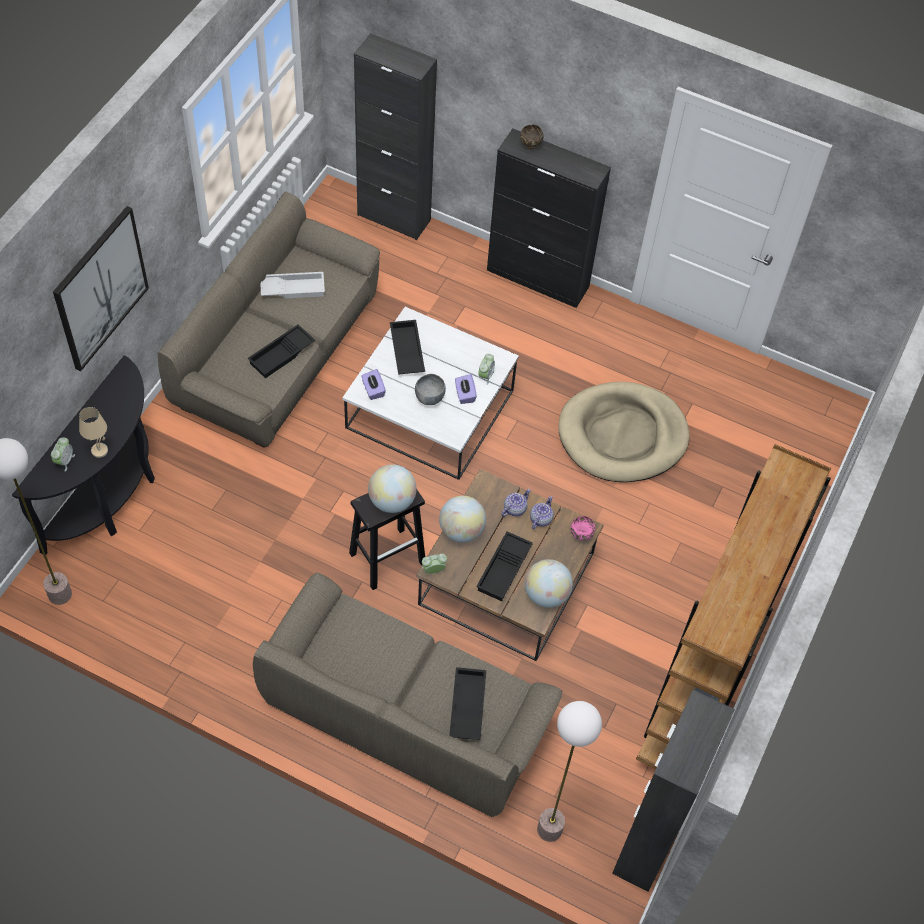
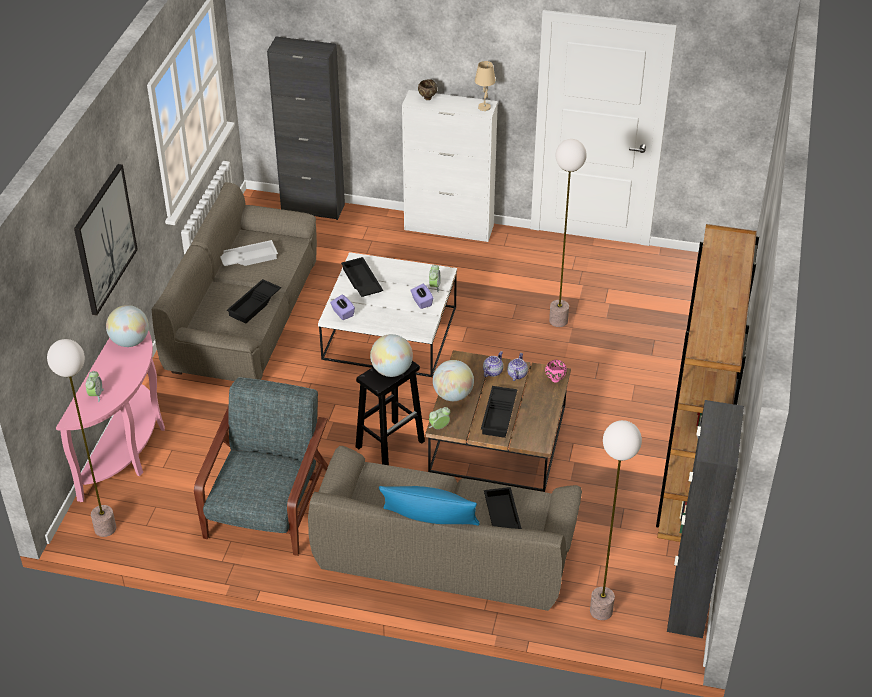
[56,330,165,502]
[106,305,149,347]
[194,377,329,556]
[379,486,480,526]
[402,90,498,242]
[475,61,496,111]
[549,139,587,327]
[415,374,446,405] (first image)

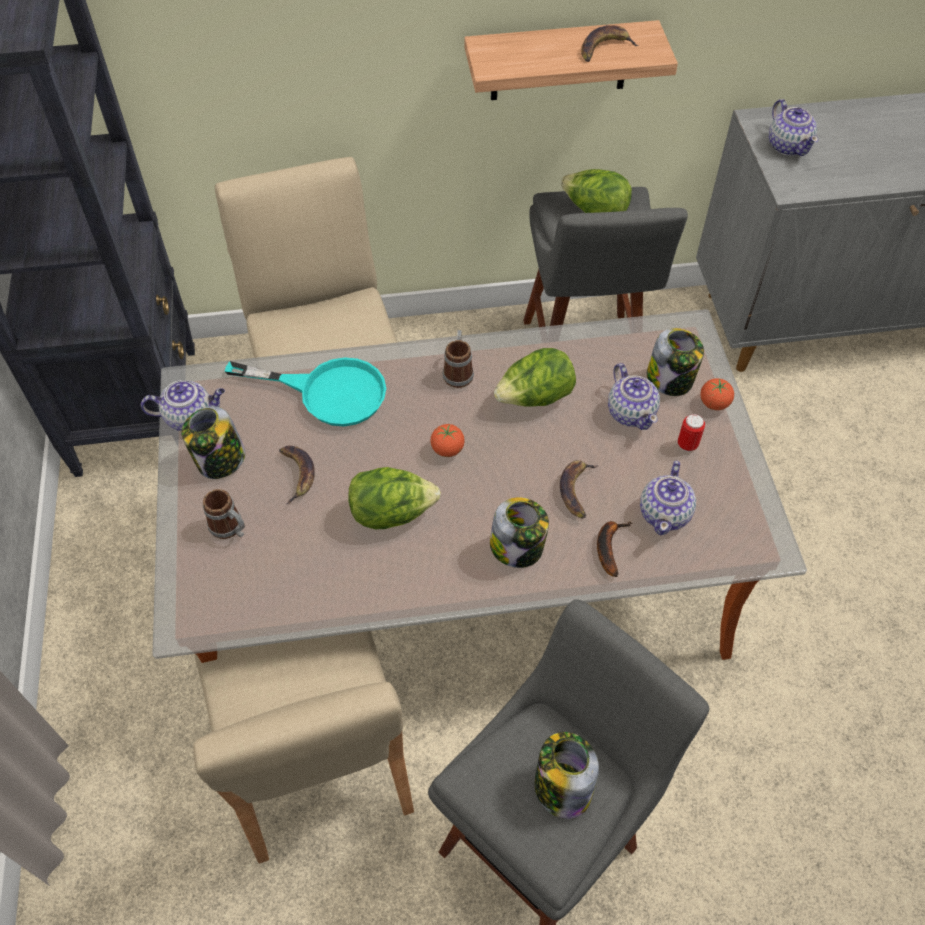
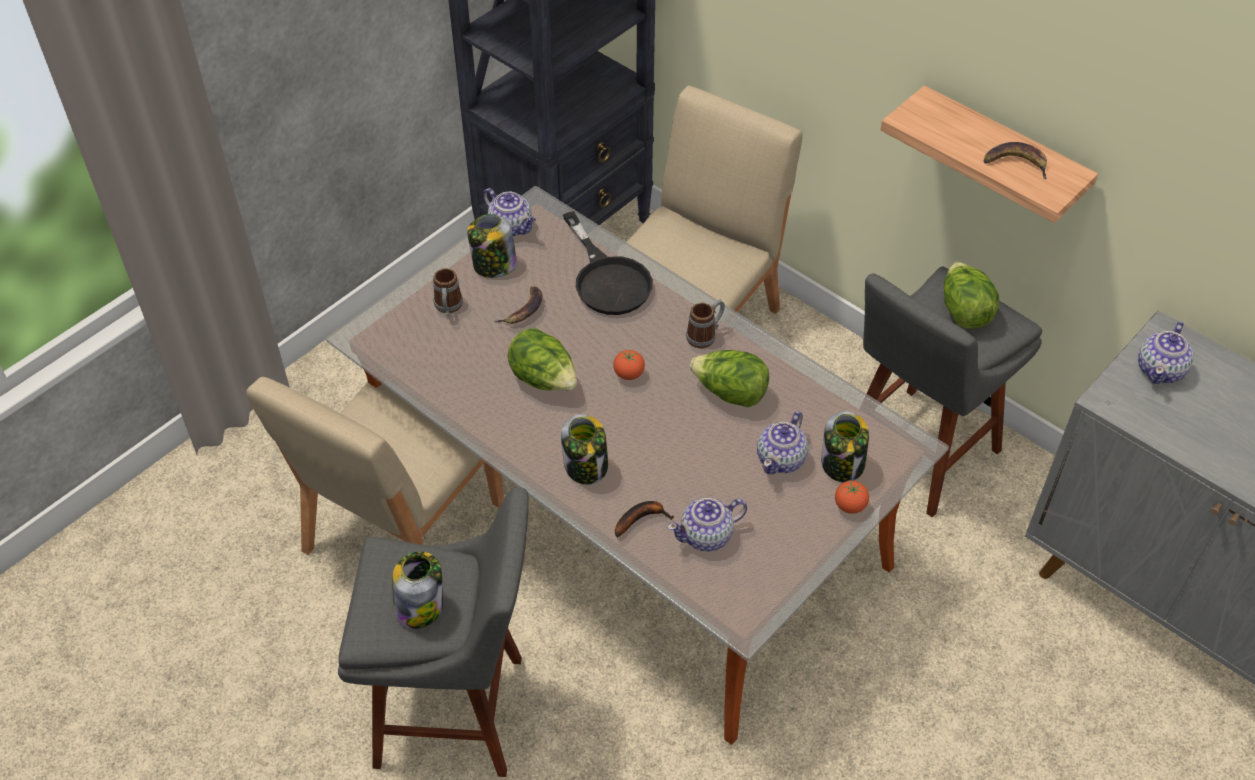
[563,211,653,315]
[560,460,598,519] (first image)
[678,414,705,452] (first image)

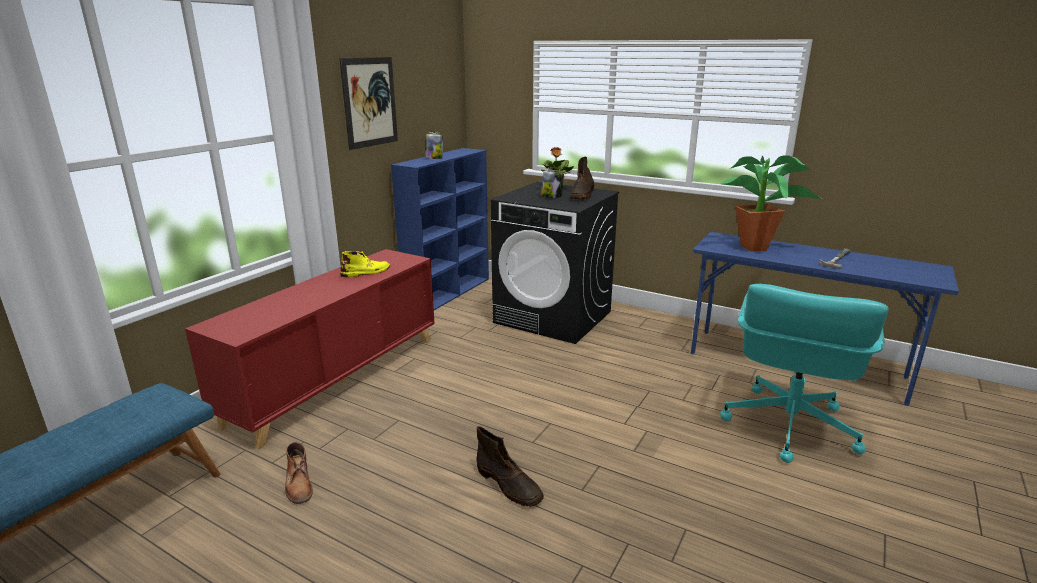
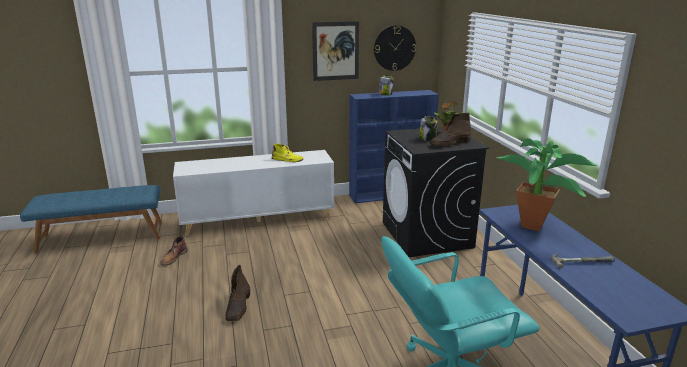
[173,150,334,236]
[374,25,416,71]

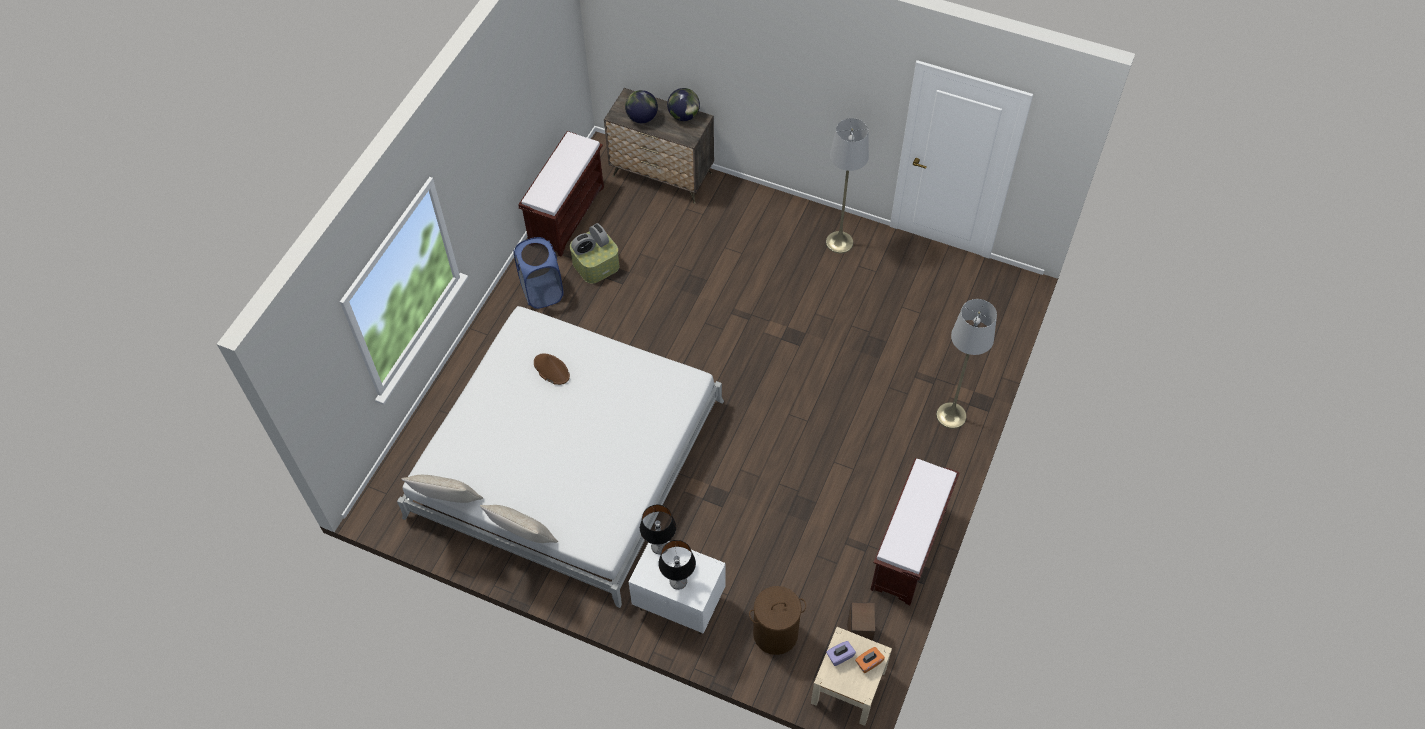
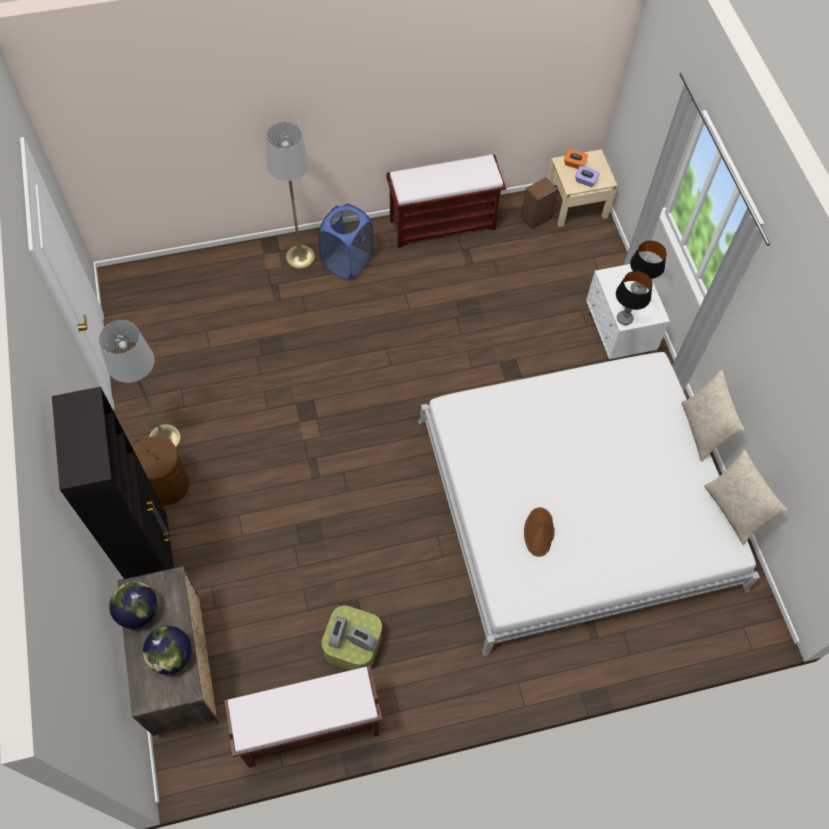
[52,387,174,579]
[132,436,189,506]
[318,204,373,280]

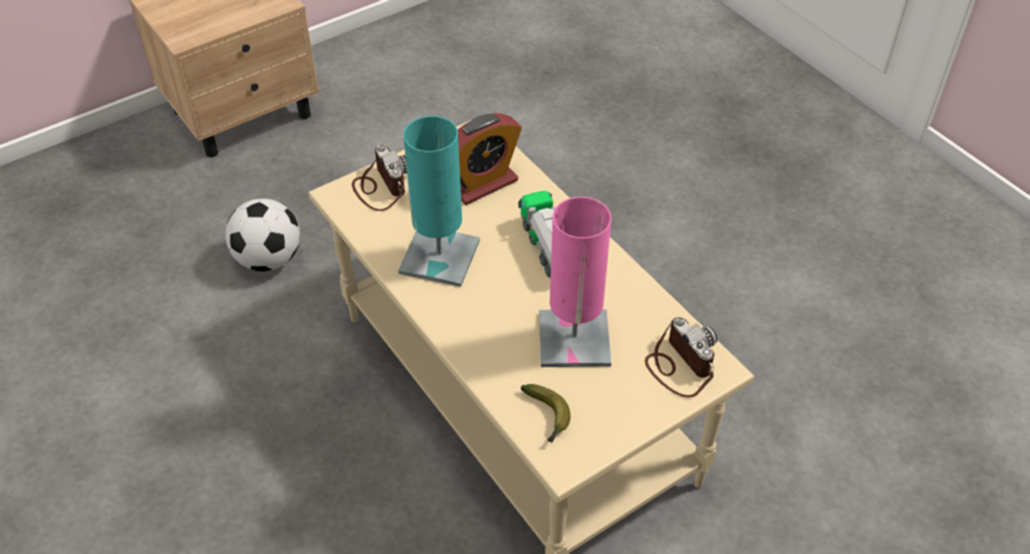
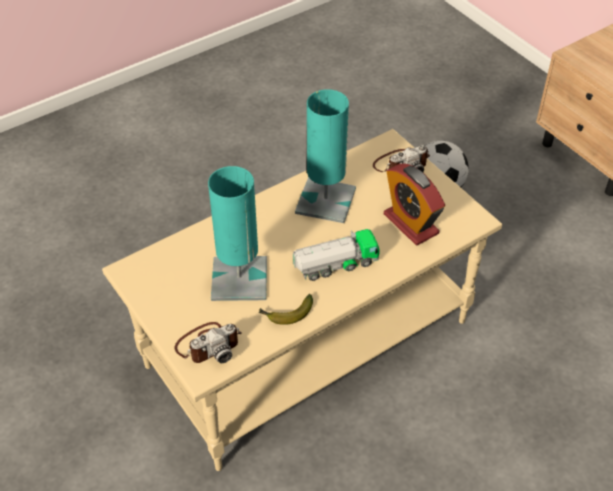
[208,166,267,301]
[259,294,313,325]

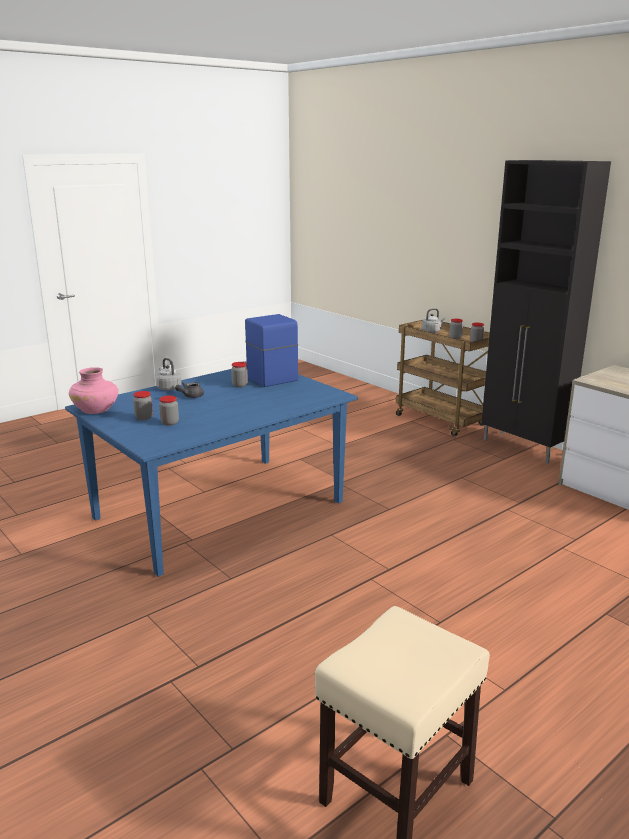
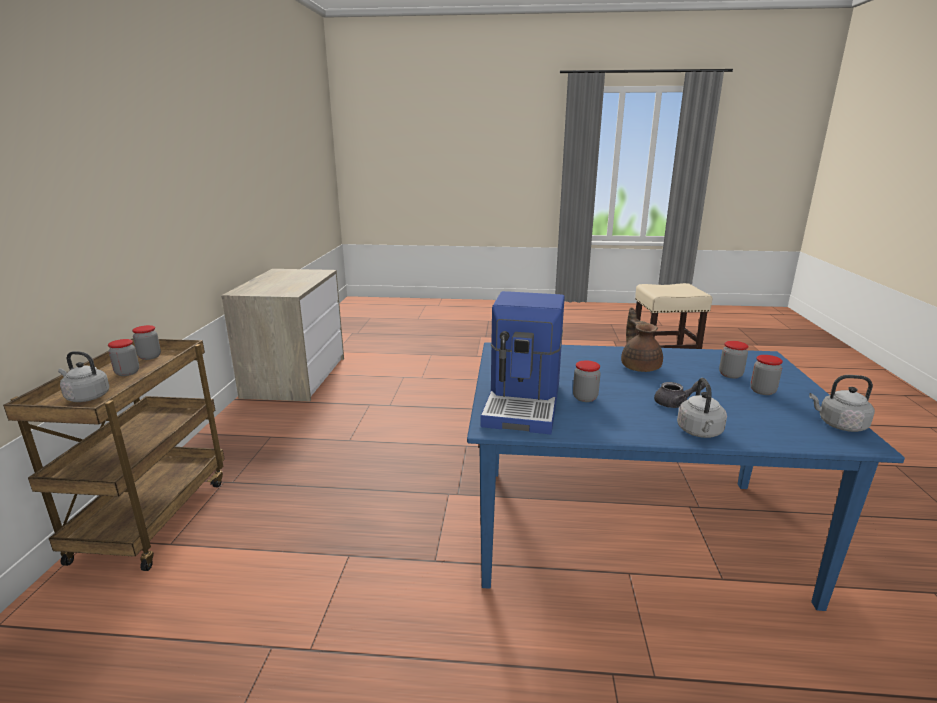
[621,308,663,372]
[809,375,875,432]
[481,160,611,464] (first image)

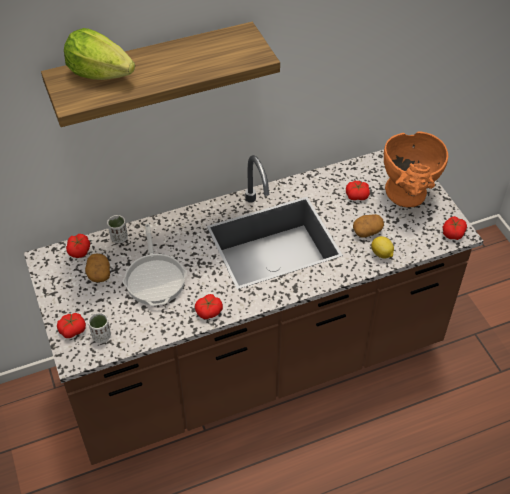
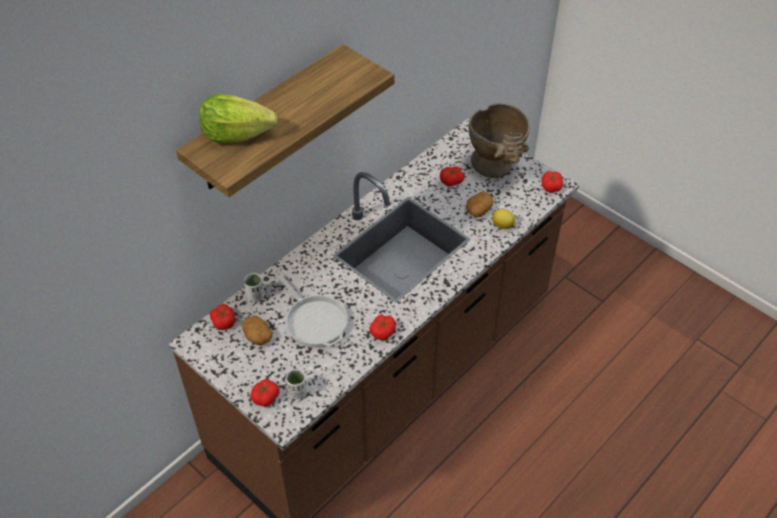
[468,103,530,178]

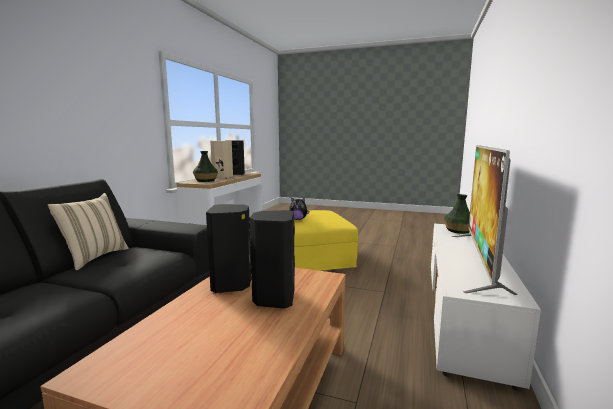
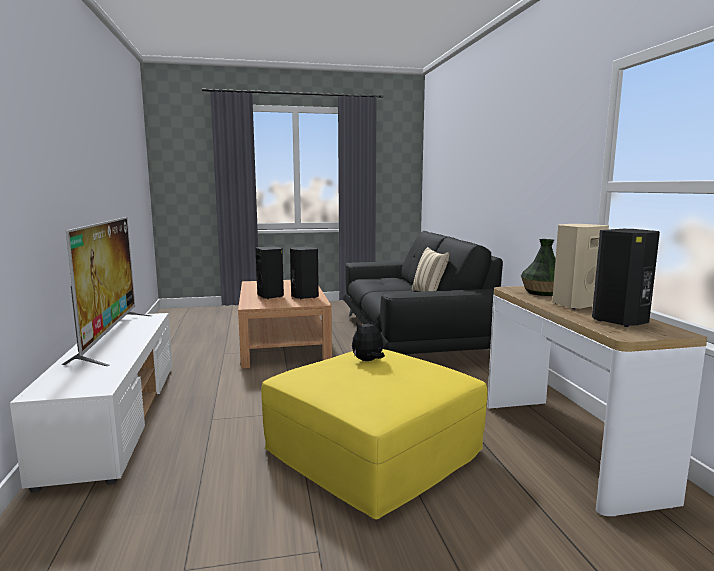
[444,194,470,234] (first image)

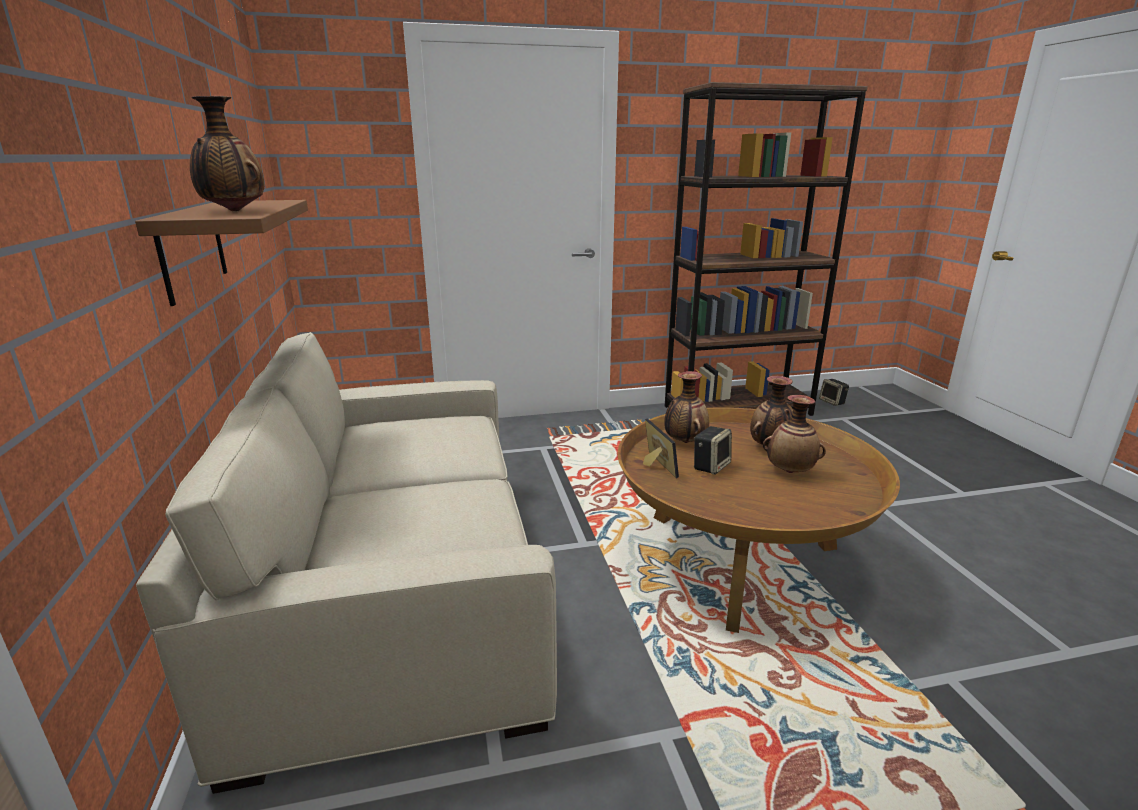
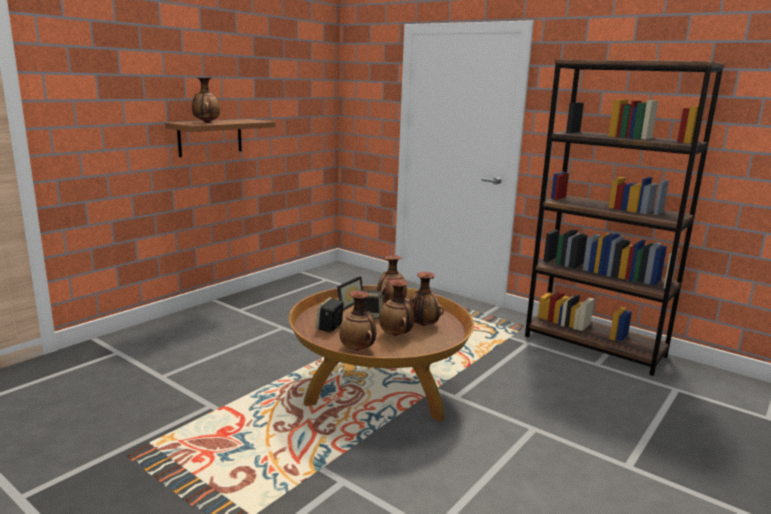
[316,297,344,333]
[340,291,376,351]
[136,332,557,794] (first image)

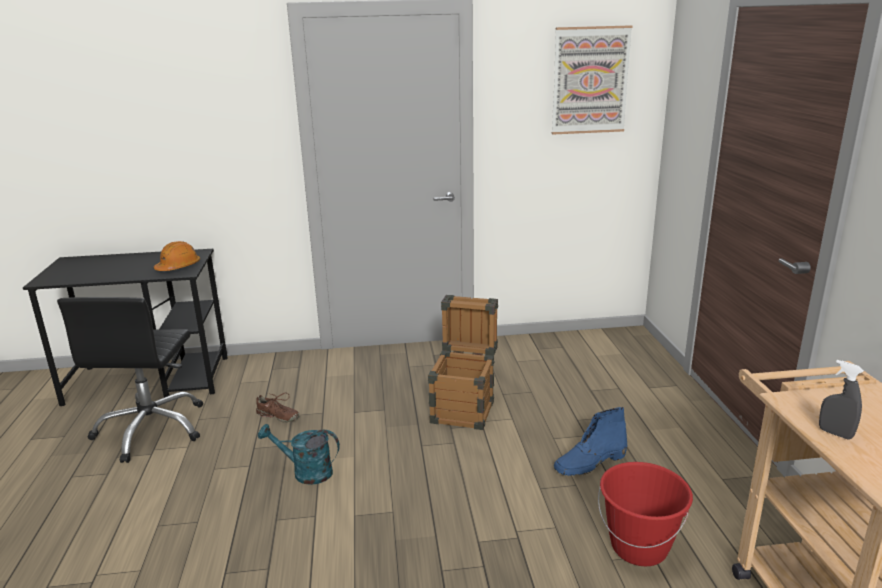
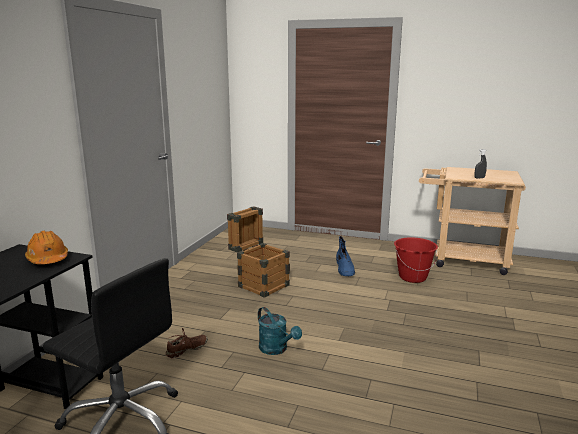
[258,307,302,355]
[552,25,632,134] (first image)

